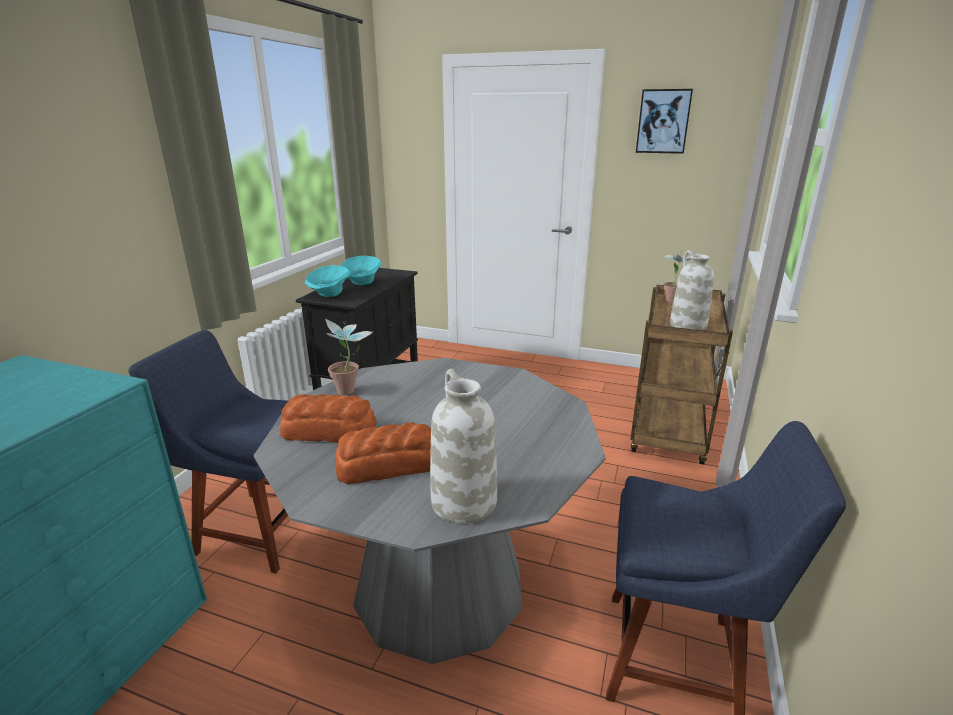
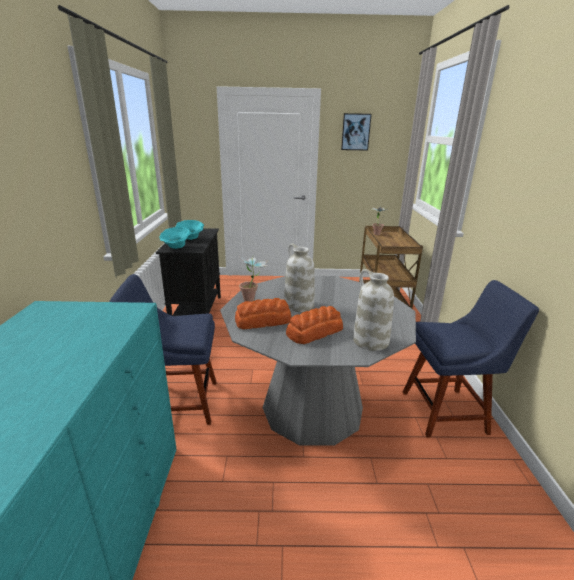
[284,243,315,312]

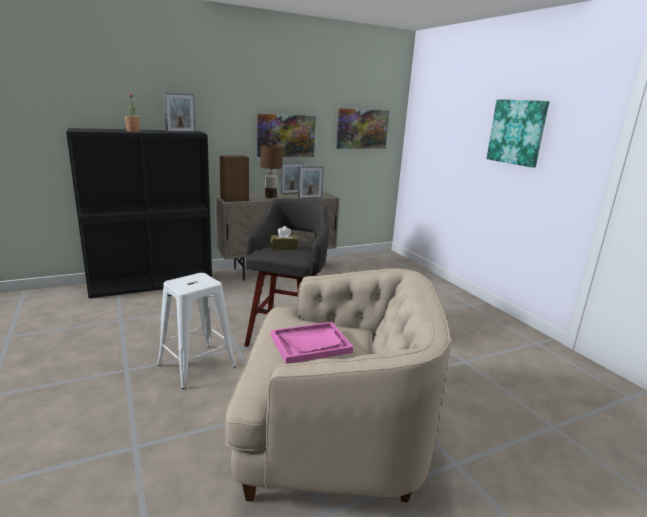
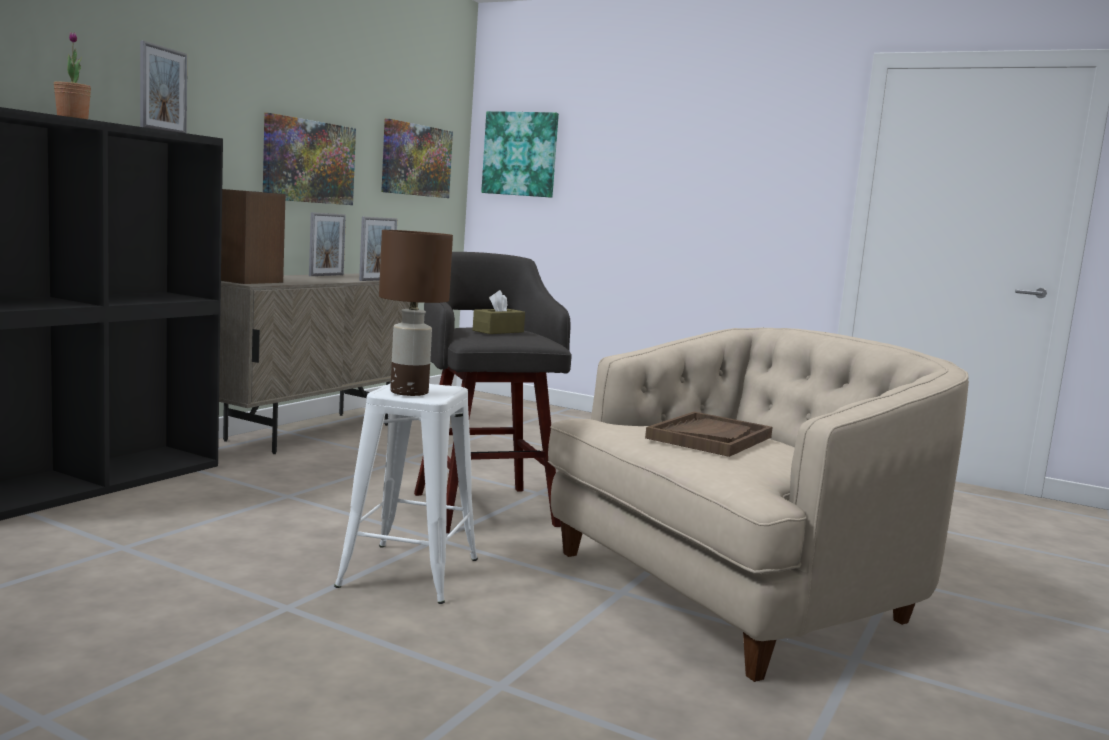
[379,230,453,396]
[481,111,559,198]
[645,412,773,457]

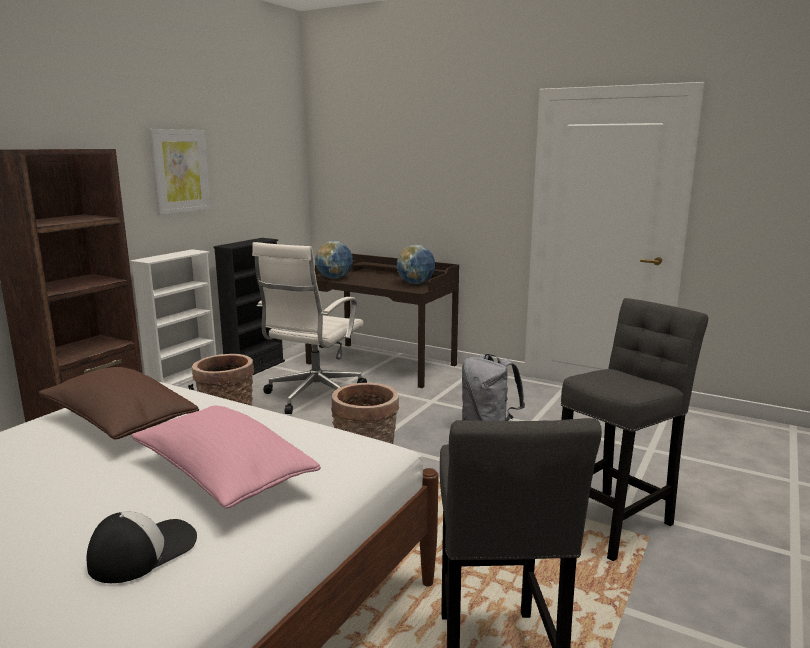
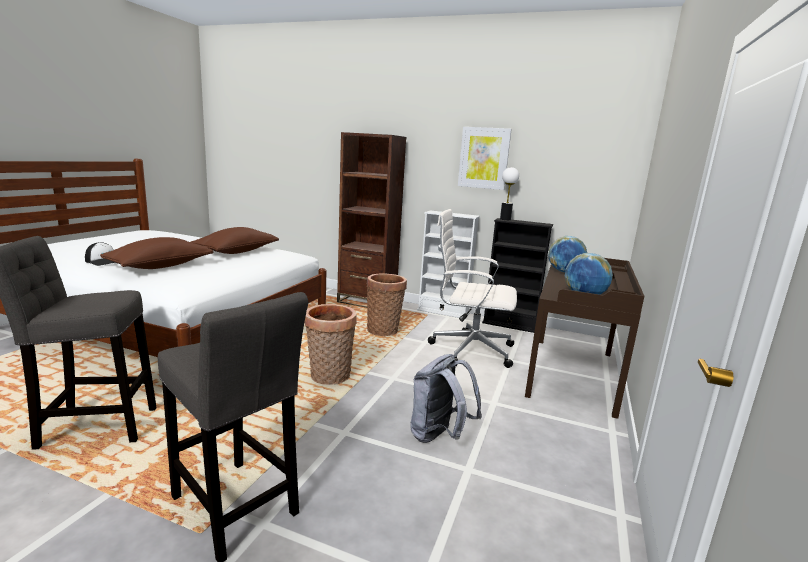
[100,237,213,269]
[500,167,519,220]

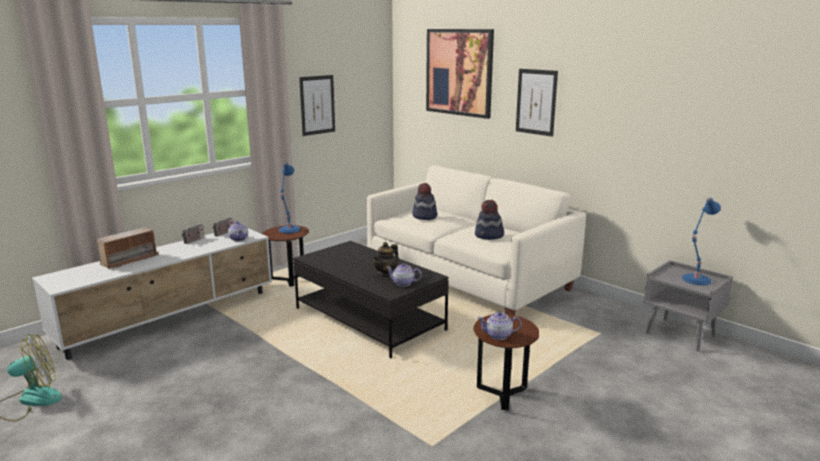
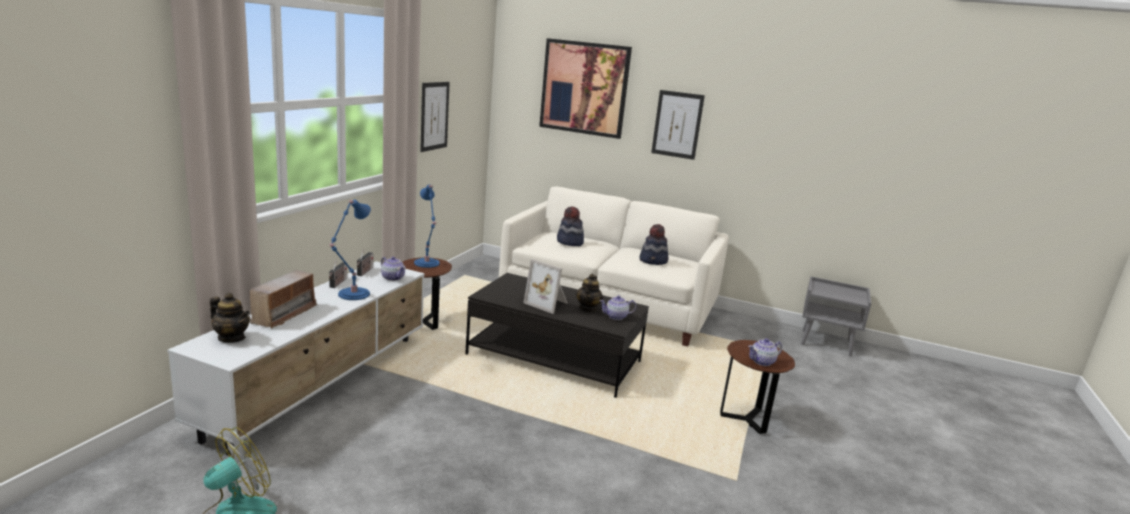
[210,293,250,343]
[330,200,371,300]
[523,259,568,314]

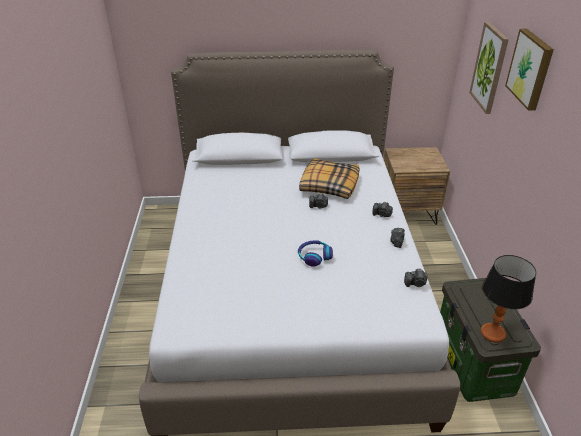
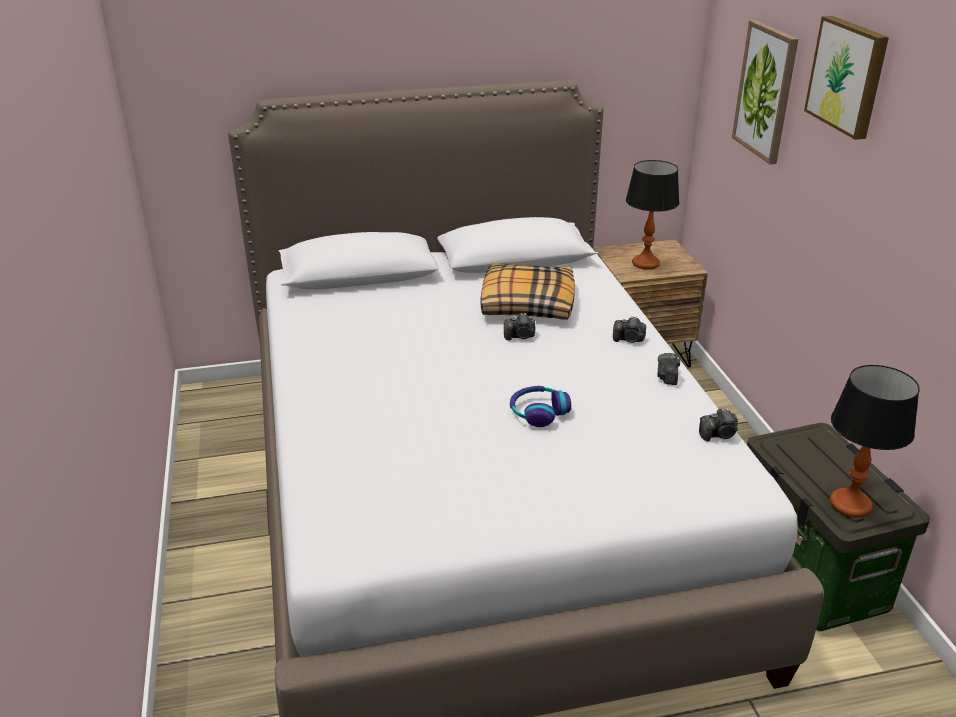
[626,160,679,270]

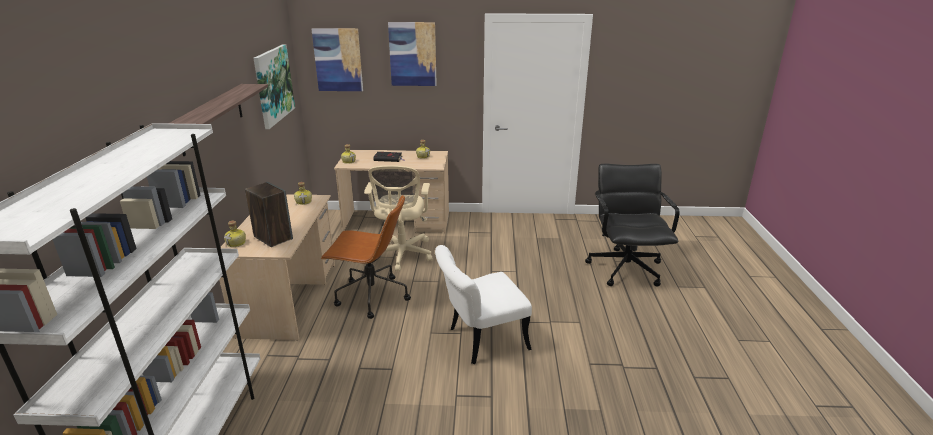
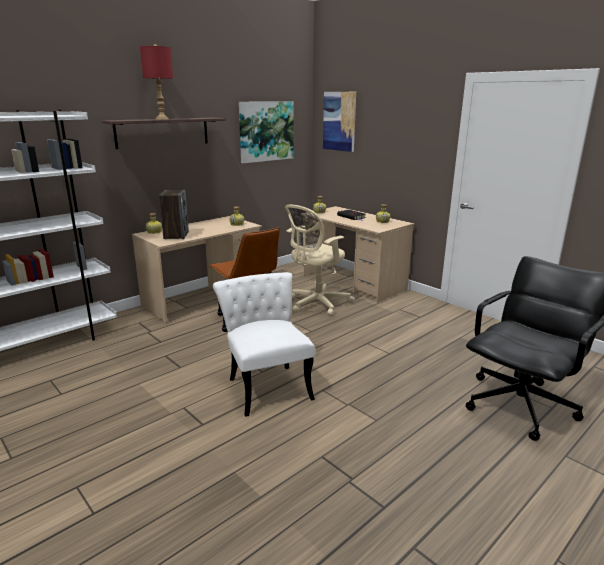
[140,44,173,120]
[213,272,315,417]
[388,22,437,86] (first image)

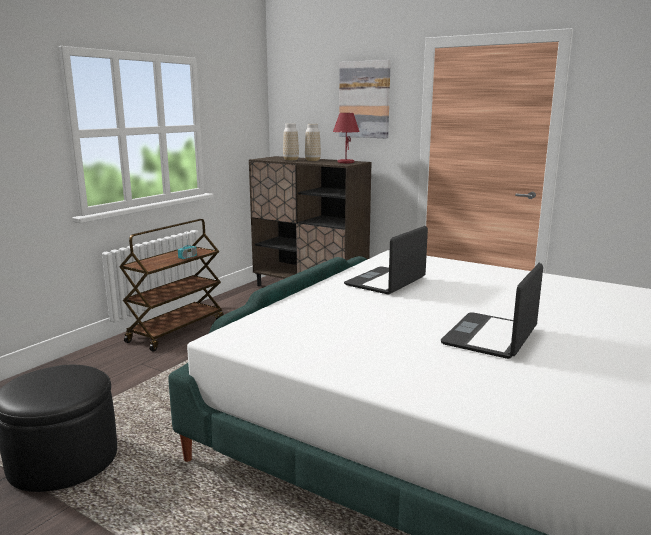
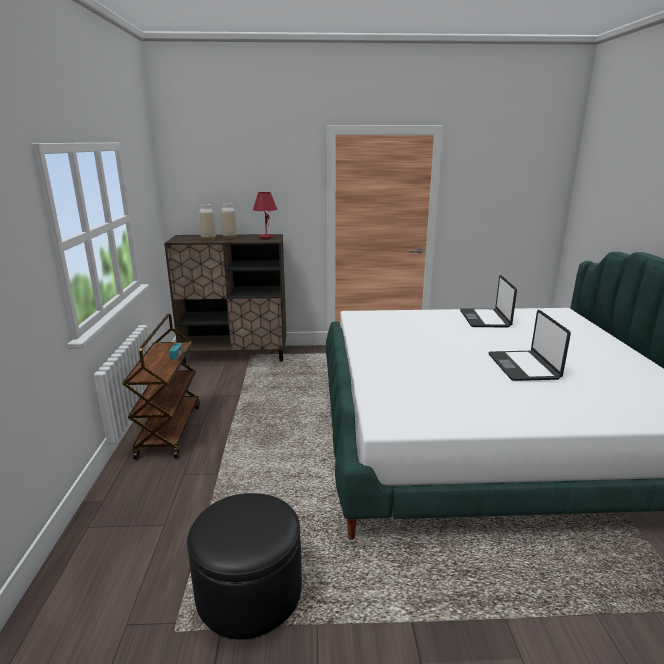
[460,275,517,328]
[339,60,391,138] (first image)

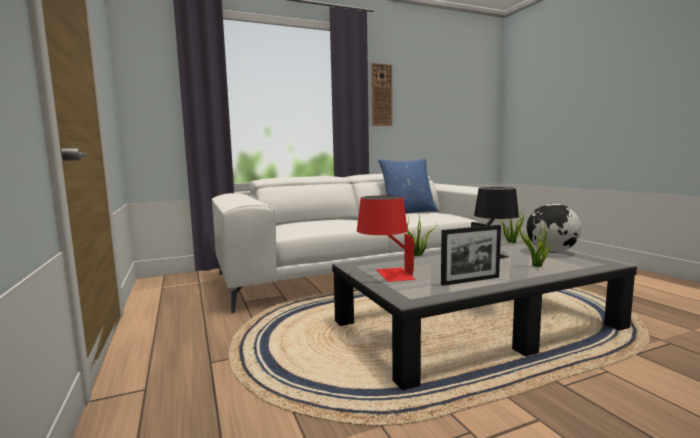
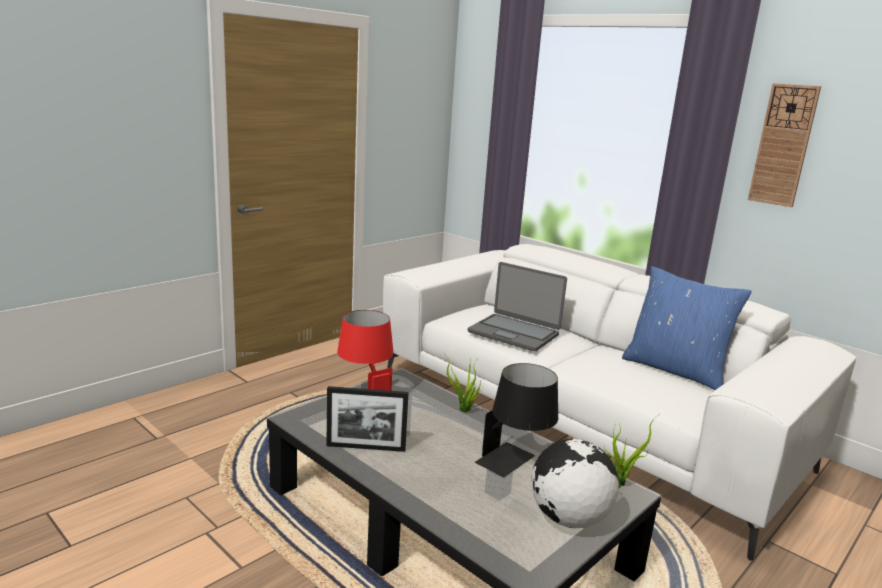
[326,386,409,452]
[468,262,567,352]
[515,211,553,267] (first image)

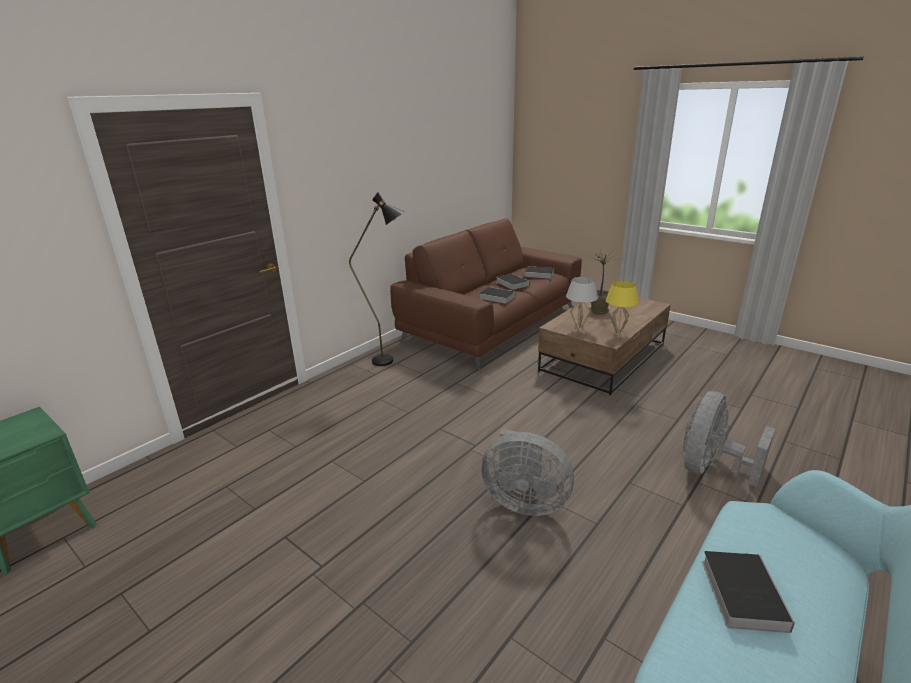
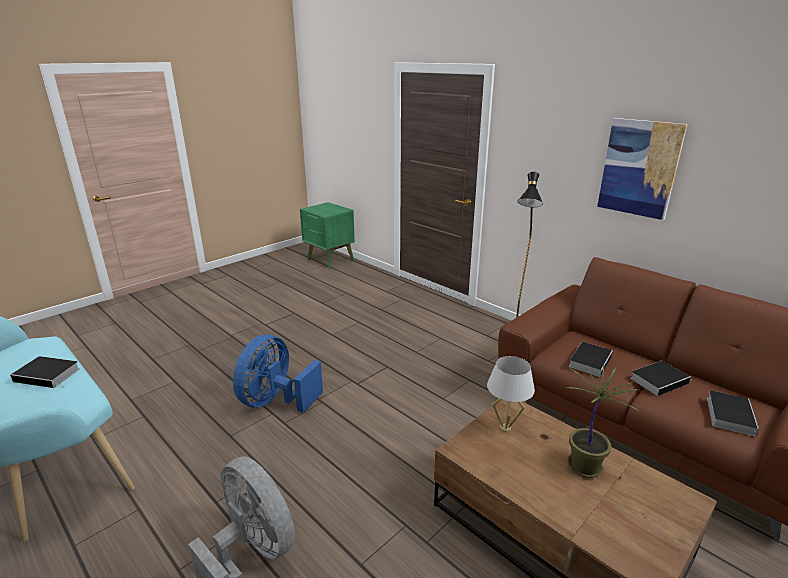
[233,334,323,413]
[597,118,688,220]
[606,281,639,335] (first image)

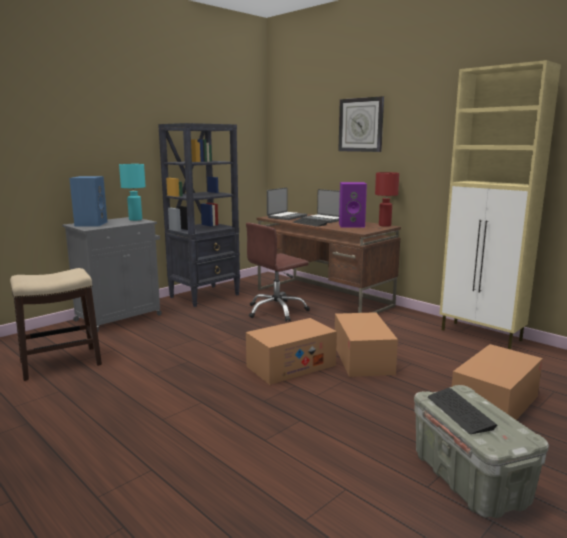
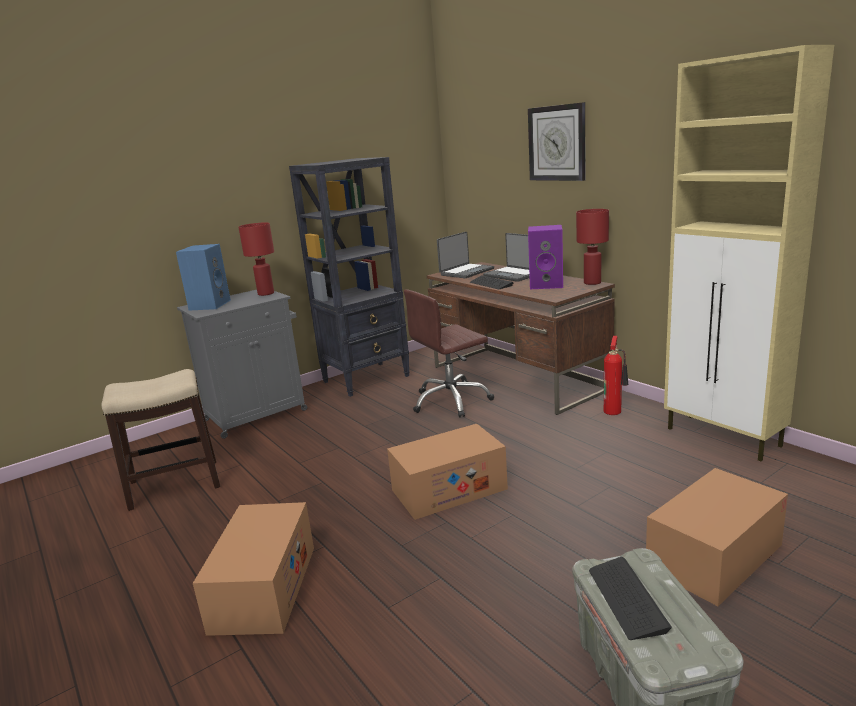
[193,502,314,636]
[239,222,274,296]
[604,336,628,415]

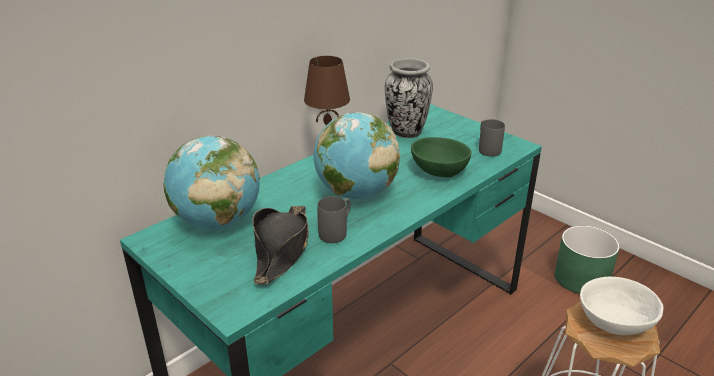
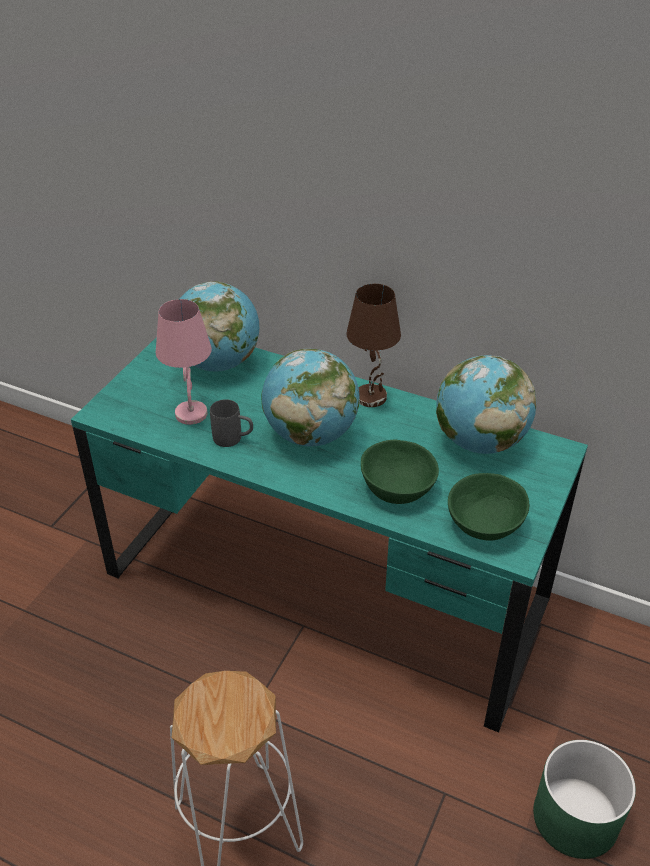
[156,299,212,425]
[436,355,536,454]
[448,473,529,541]
[580,277,663,336] (first image)

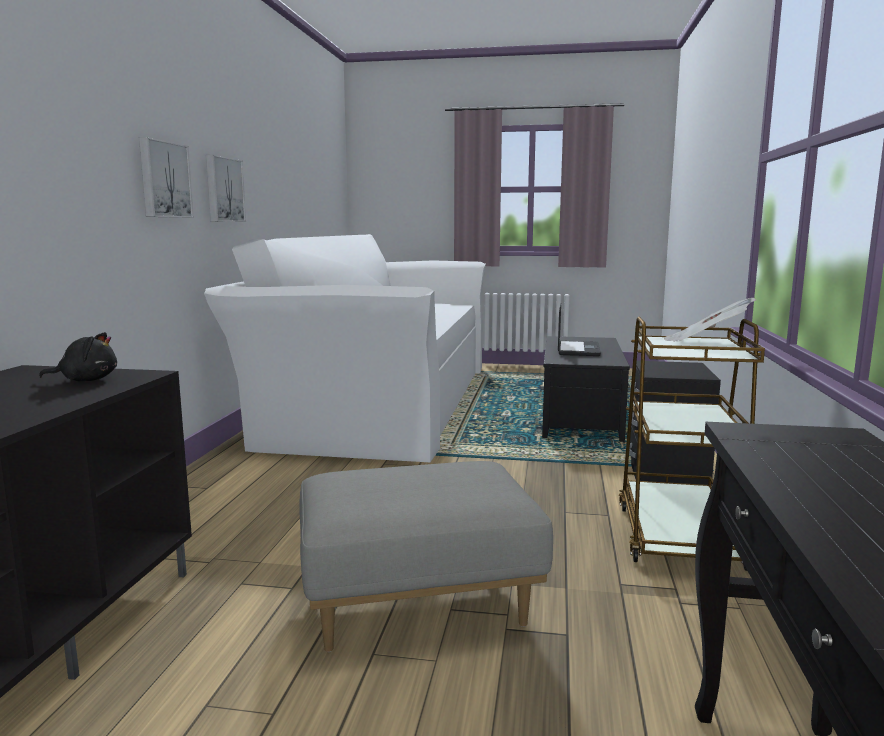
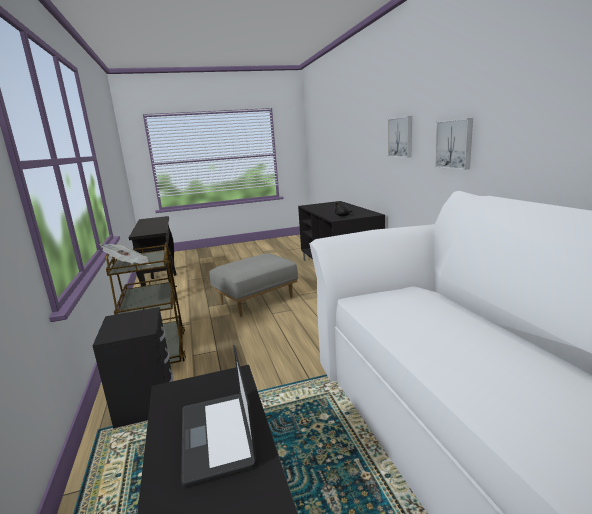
[388,116,412,157]

